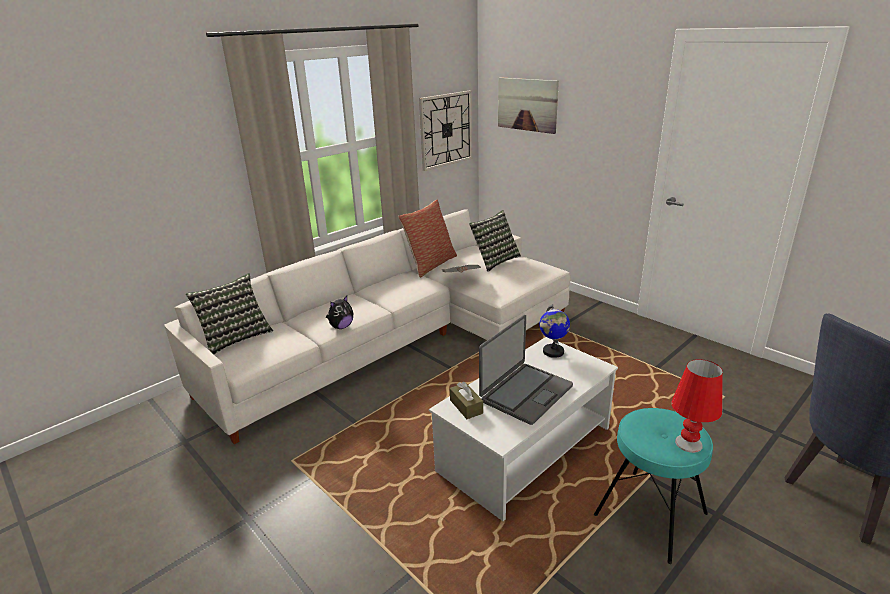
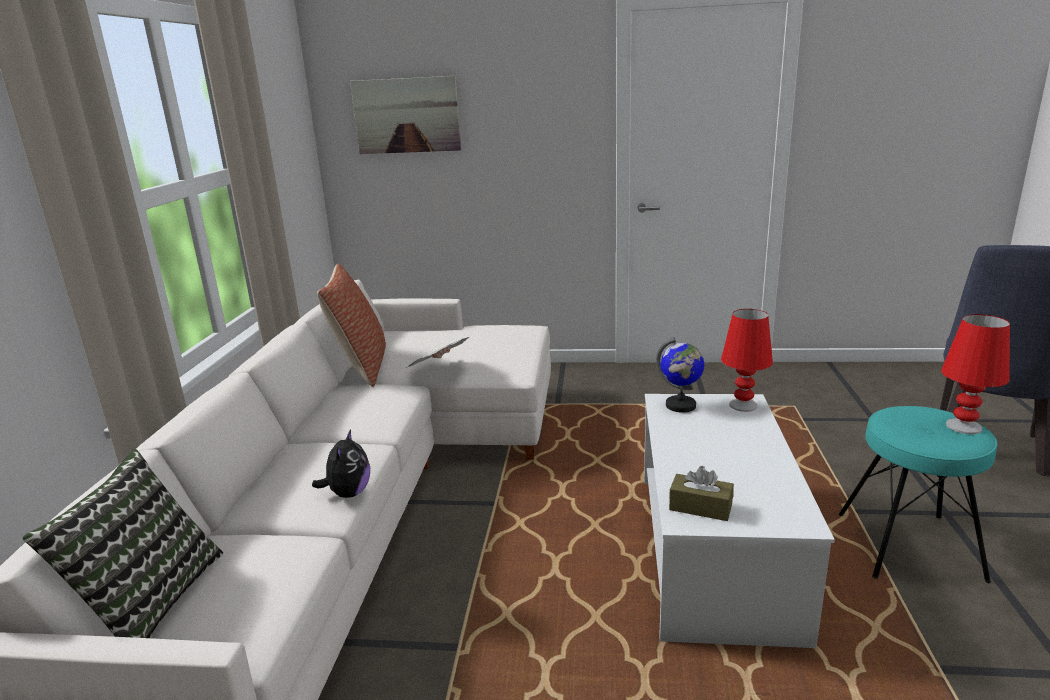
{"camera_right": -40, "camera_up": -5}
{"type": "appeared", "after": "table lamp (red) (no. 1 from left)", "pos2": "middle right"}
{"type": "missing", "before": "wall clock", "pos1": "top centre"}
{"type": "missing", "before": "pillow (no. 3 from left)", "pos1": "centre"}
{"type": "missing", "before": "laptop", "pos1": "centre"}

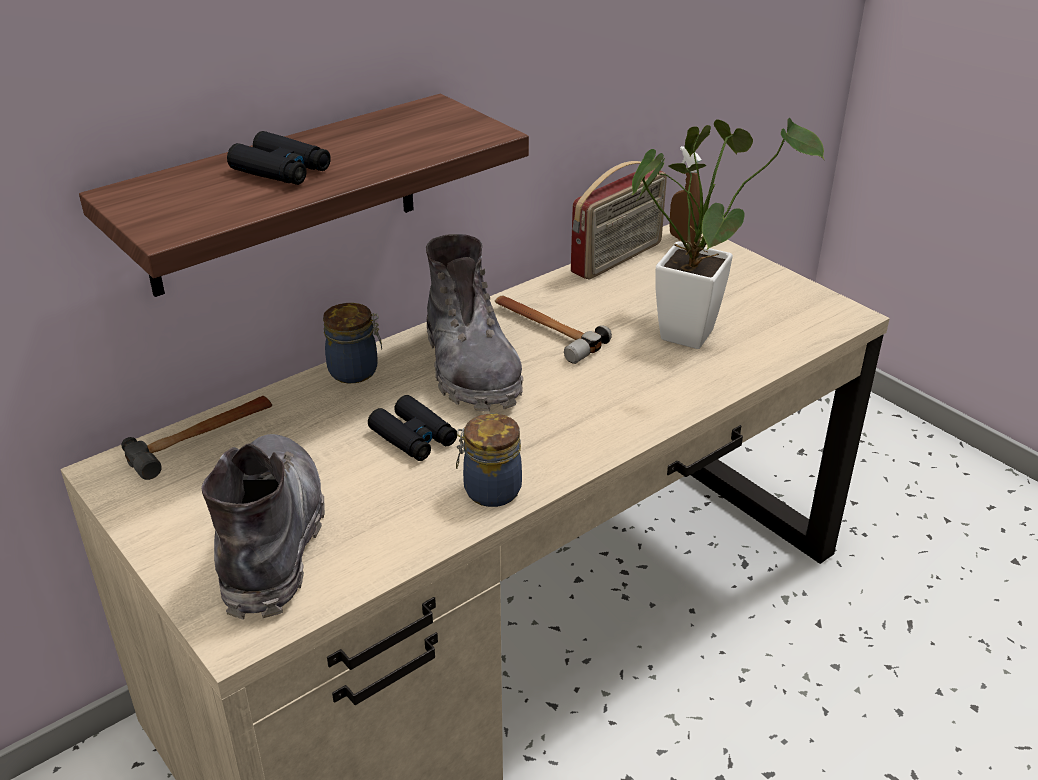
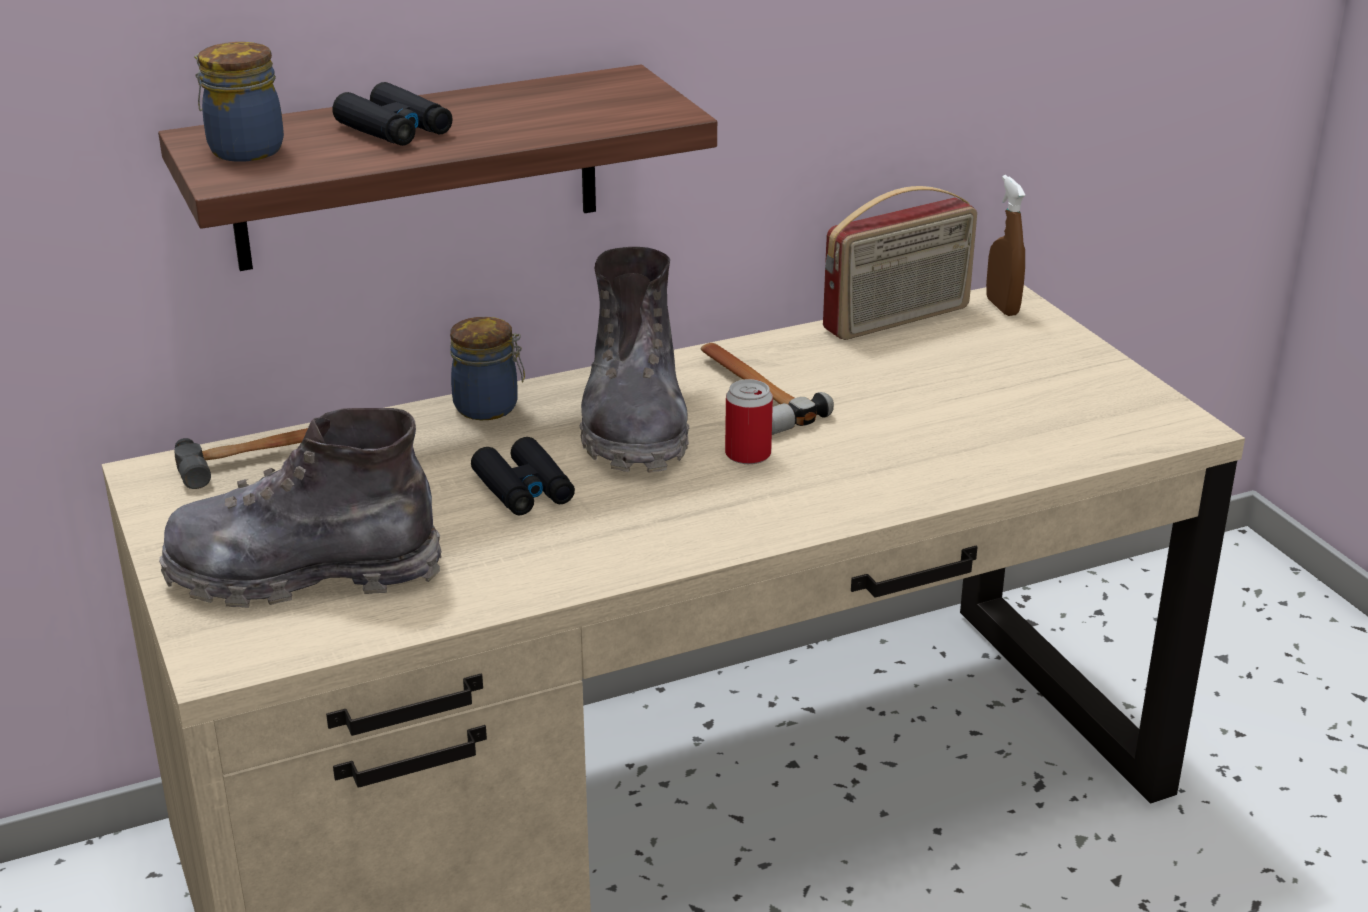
{"camera_right": 15, "camera_up": -5}
{"type": "spun", "before": "boot (grey) (no. 1 from left)", "pos1": "bottom left", "pos2": "middle left", "turn": -105}
{"type": "relocated", "before": "jar (no. 2 from left in the first image)", "after": "jar (no. 1 from left)", "pos1": "centre", "pos2": "top left"}
{"type": "appeared", "after": "can", "pos2": "centre"}
{"type": "missing", "before": "potted plant", "pos1": "top right"}

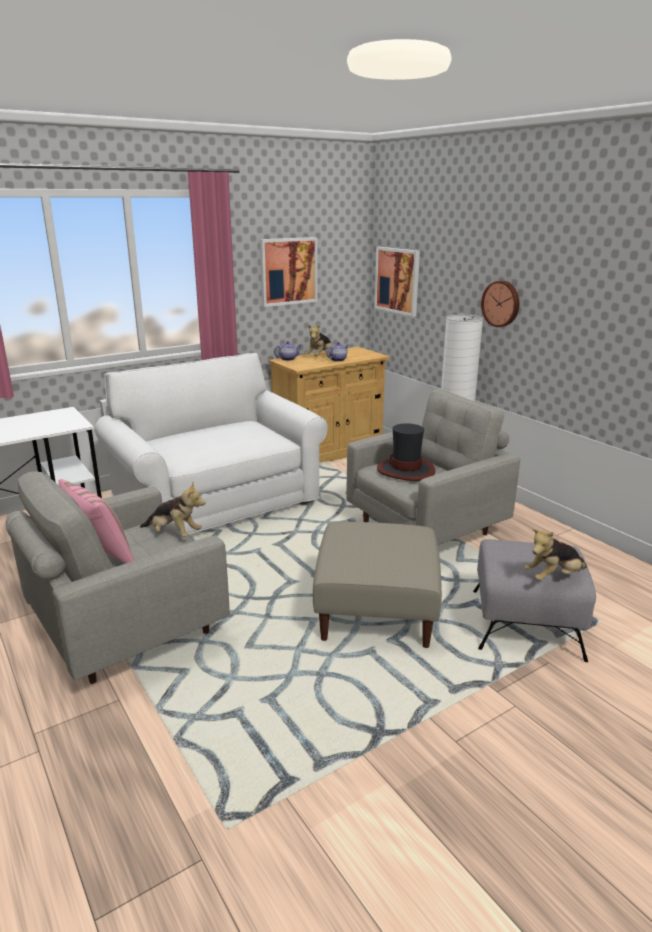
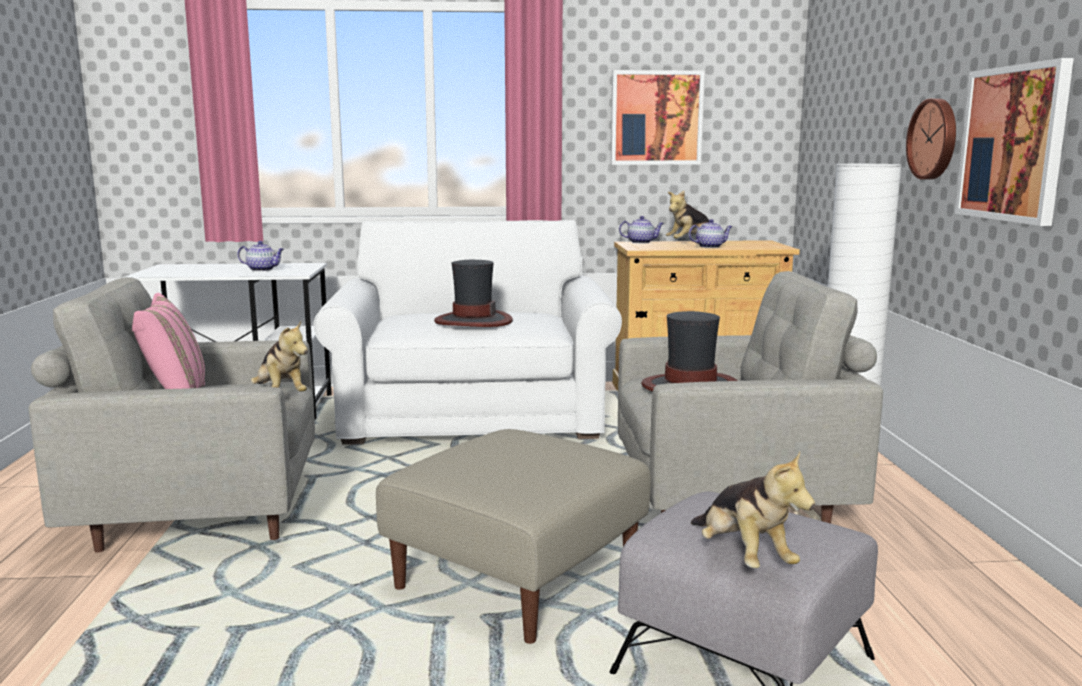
{"camera_right": 30, "camera_up": -10}
{"type": "appeared", "after": "teapot (no. 1 from left)", "pos2": "middle left"}
{"type": "appeared", "after": "hat (no. 1 from left)", "pos2": "centre"}
{"type": "spun", "before": "plush toy (no. 3 from left)", "pos1": "middle right", "pos2": "bottom right", "turn": -120}
{"type": "relocated", "before": "picture (no. 2 from left)", "pos1": "top centre", "pos2": "top right"}

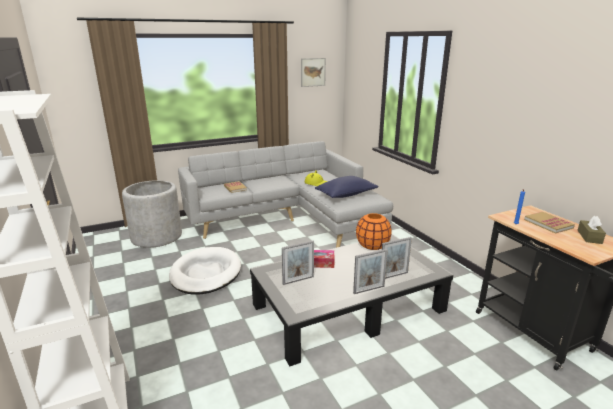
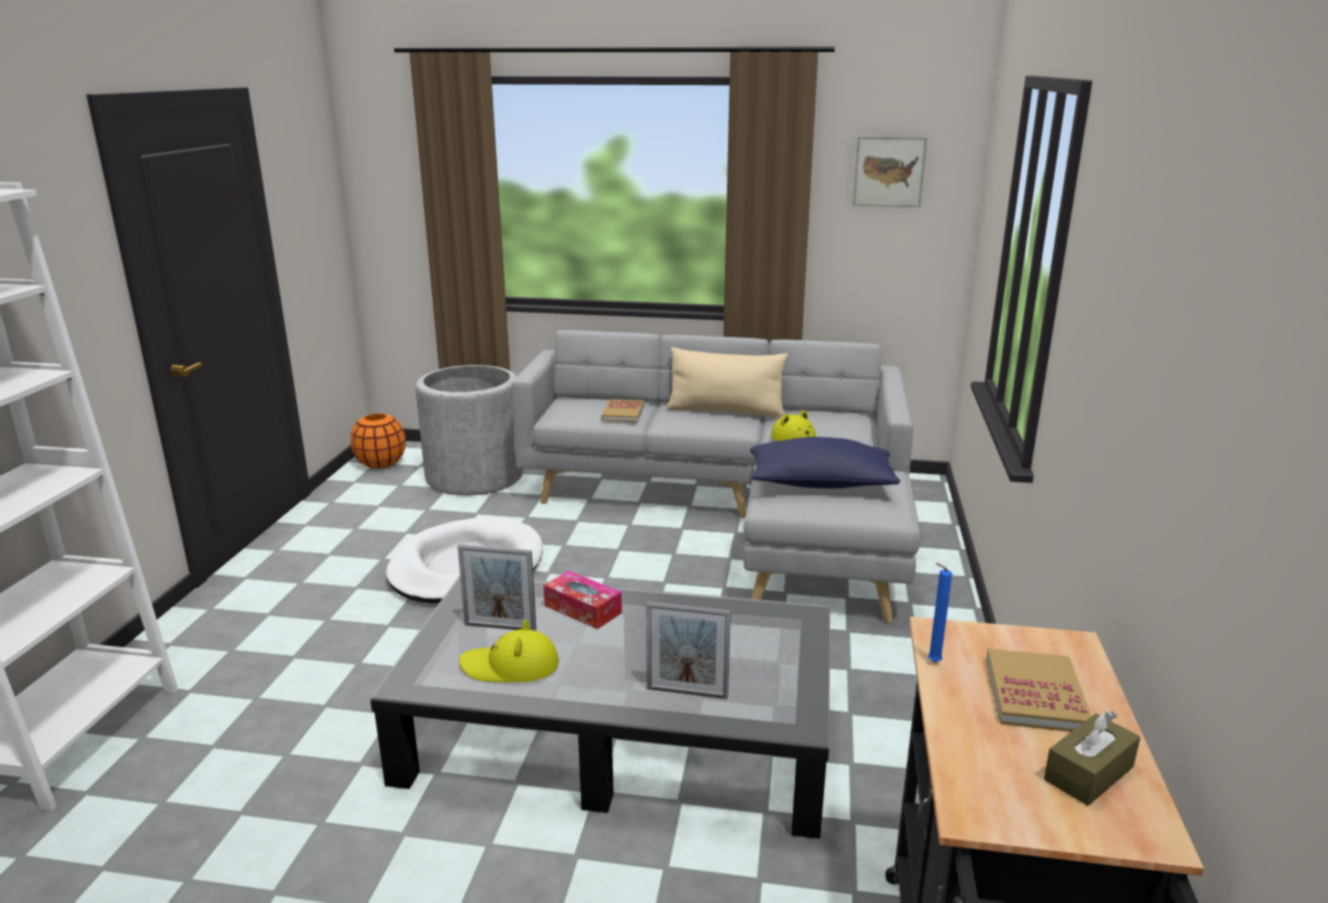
{"camera_right": 35, "camera_up": 0}
{"type": "relocated", "before": "vase (orange)", "pos1": "centre", "pos2": "middle left"}
{"type": "appeared", "after": "hat (yellow) (no. 1 from left)", "pos2": "bottom centre"}
{"type": "appeared", "after": "pillow (beige)", "pos2": "centre"}
{"type": "missing", "before": "picture frame (no. 2 from left)", "pos1": "centre"}

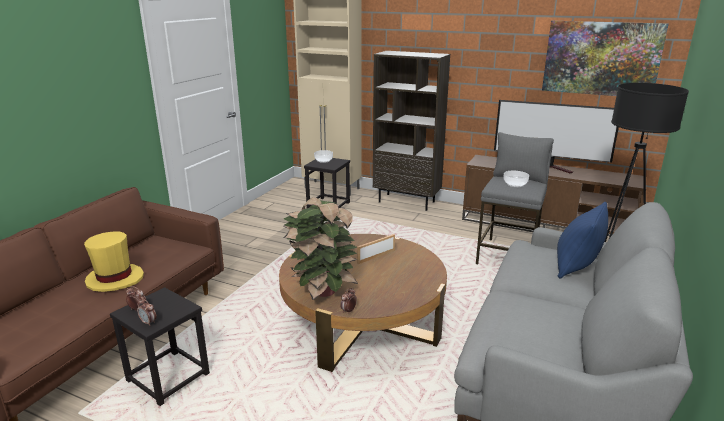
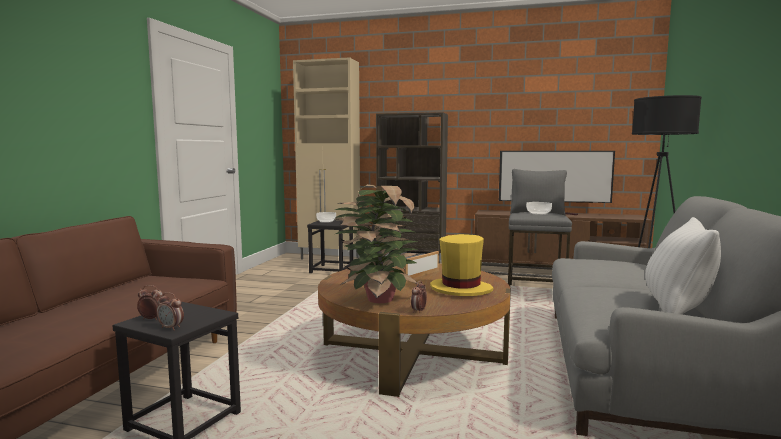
{"camera_right": -10, "camera_up": -15}
{"type": "relocated", "before": "hat (yellow)", "pos1": "middle left", "pos2": "centre"}
{"type": "appeared", "after": "pillow (white)", "pos2": "middle right"}
{"type": "missing", "before": "picture", "pos1": "top right"}
{"type": "missing", "before": "pillow (blue)", "pos1": "middle right"}

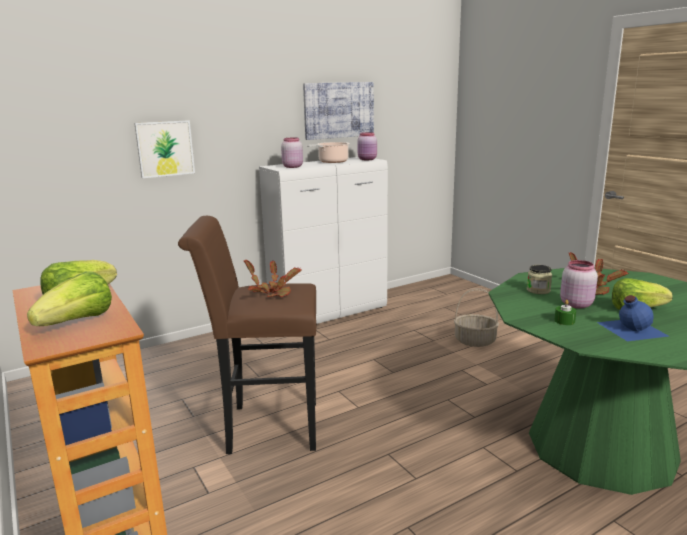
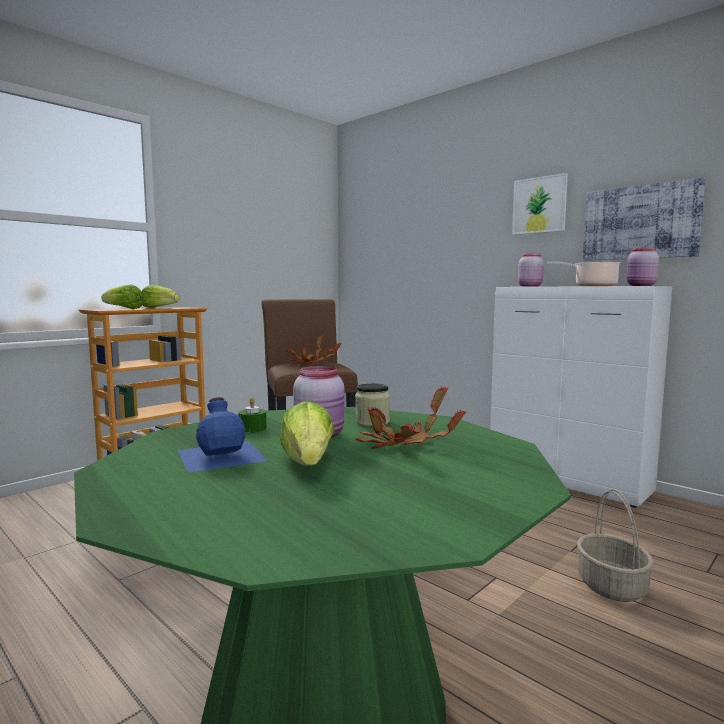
{"camera_right": 75, "camera_up": -10}
{"type": "relocated", "before": "picture (no. 1 from left)", "pos1": "top left", "pos2": "top right"}

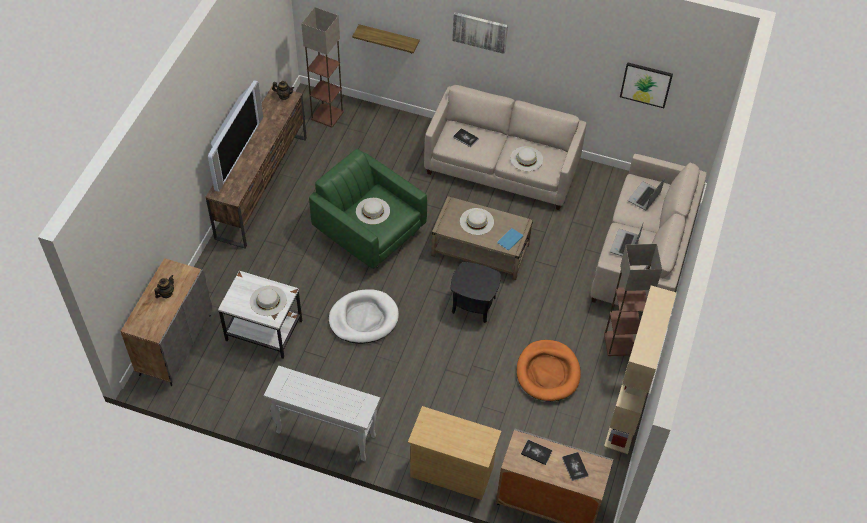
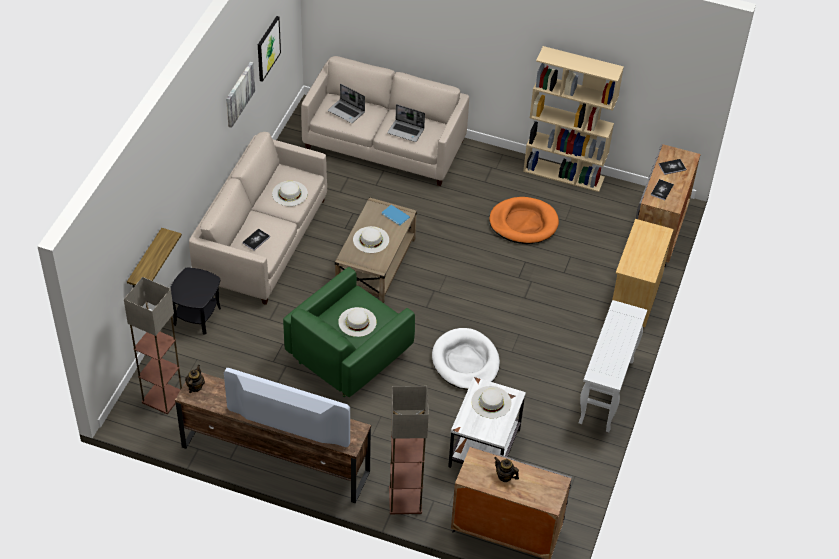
{"camera_right": -90, "camera_up": -5}
{"type": "relocated", "before": "side table (black)", "pos1": "centre", "pos2": "middle left"}
{"type": "relocated", "before": "picture (no. 1 from left)", "pos1": "top centre", "pos2": "top left"}
{"type": "relocated", "before": "floor lamp (no. 2 from left)", "pos1": "middle right", "pos2": "bottom centre"}

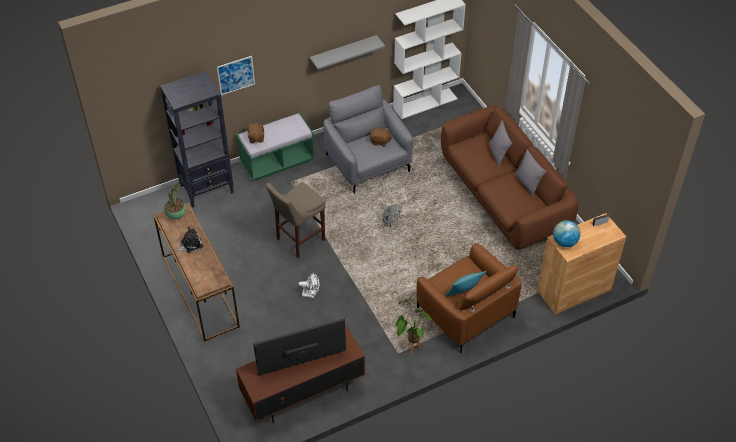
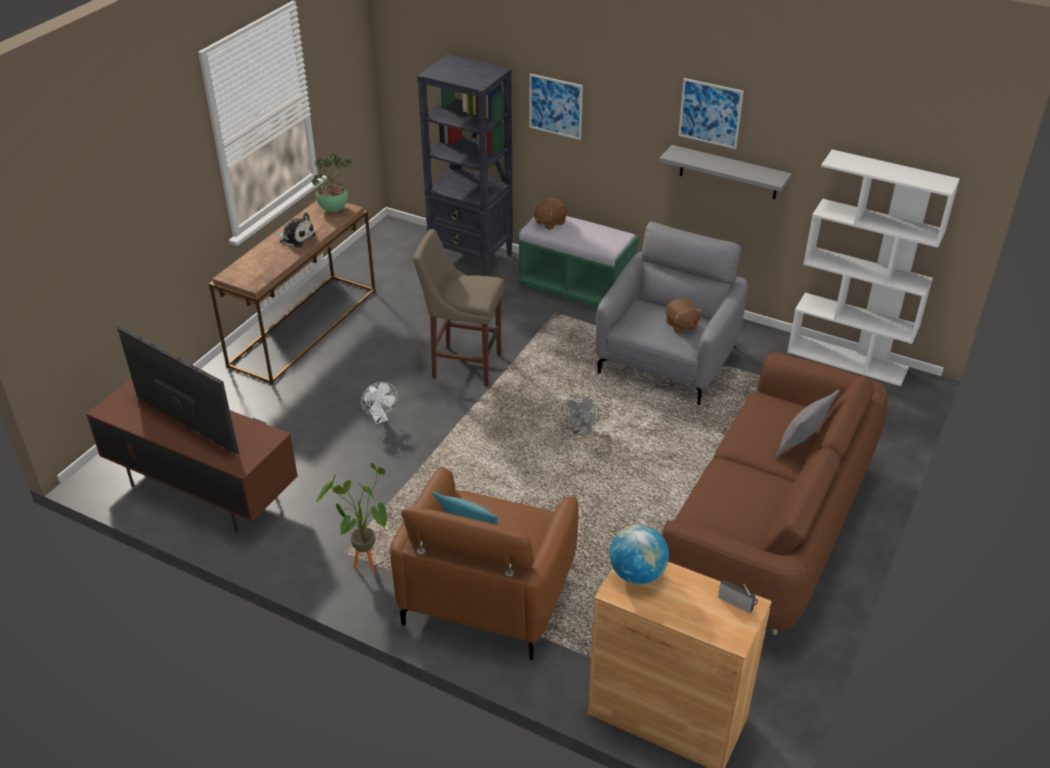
{"camera_right": 55, "camera_up": -10}
{"type": "appeared", "after": "picture (no. 2 from left)", "pos2": "top right"}
{"type": "missing", "before": "pillow (grey) (no. 2 from left)", "pos1": "middle right"}

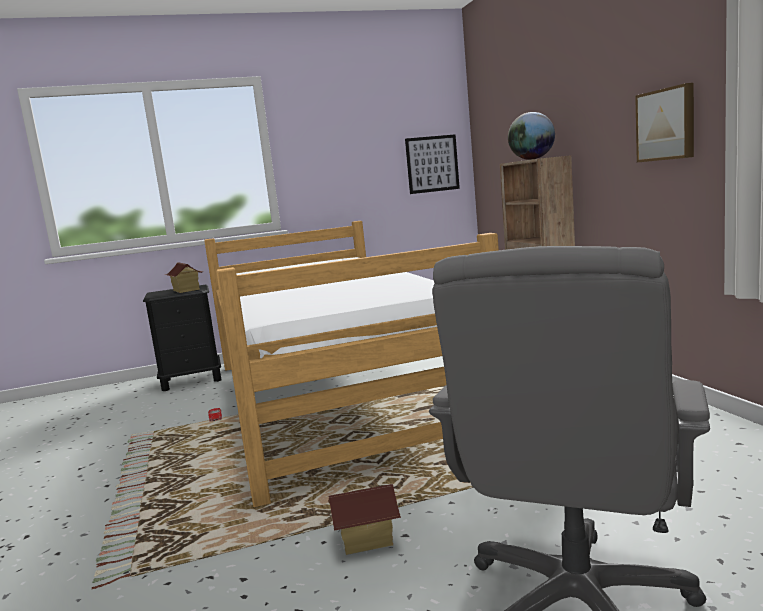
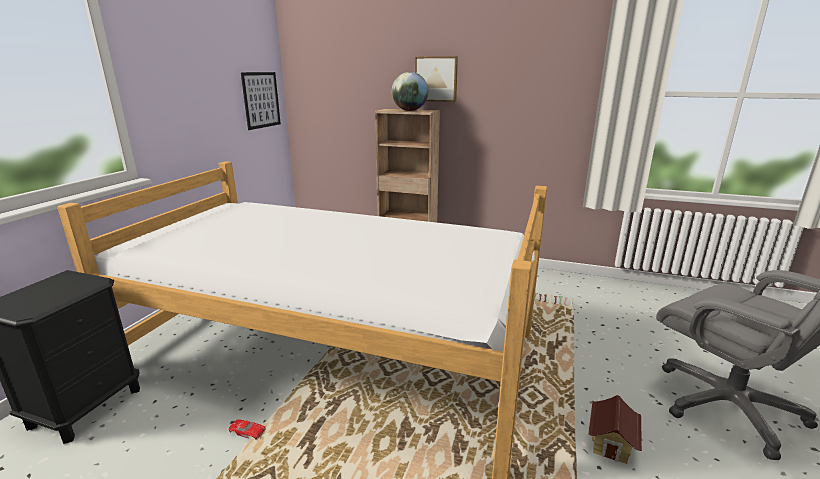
{"camera_right": -55, "camera_up": 10}
{"type": "relocated", "before": "picture (no. 2 from left)", "pos1": "top right", "pos2": "top centre"}
{"type": "missing", "before": "toy house (no. 1 from left)", "pos1": "middle left"}

